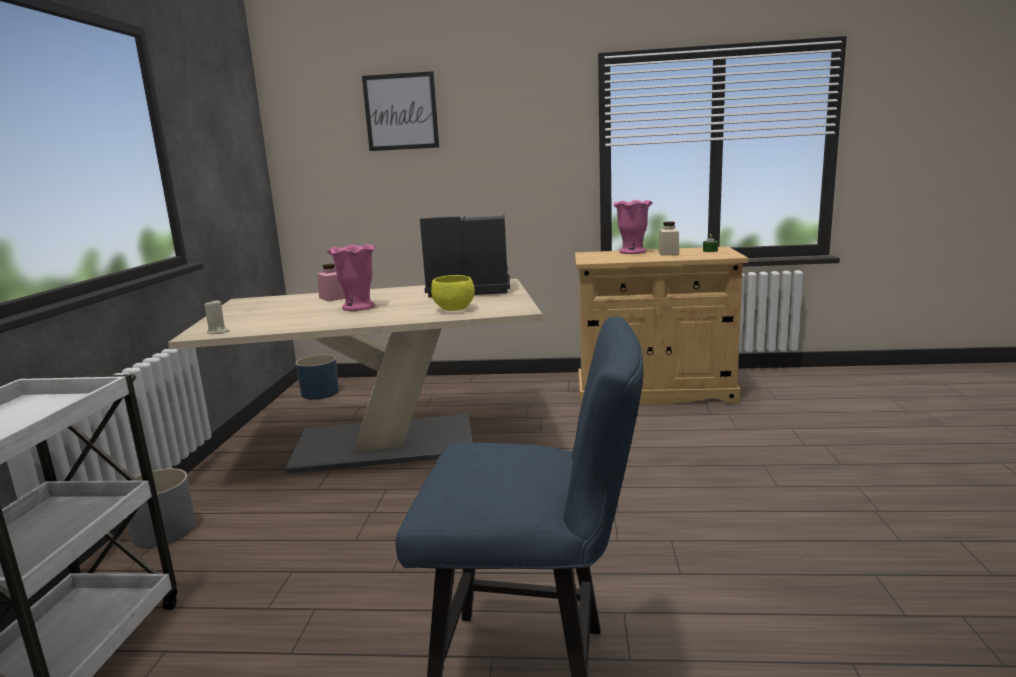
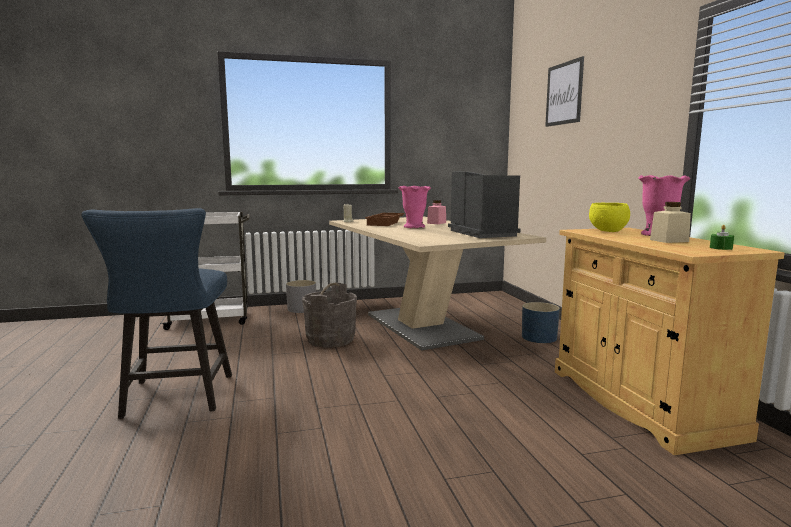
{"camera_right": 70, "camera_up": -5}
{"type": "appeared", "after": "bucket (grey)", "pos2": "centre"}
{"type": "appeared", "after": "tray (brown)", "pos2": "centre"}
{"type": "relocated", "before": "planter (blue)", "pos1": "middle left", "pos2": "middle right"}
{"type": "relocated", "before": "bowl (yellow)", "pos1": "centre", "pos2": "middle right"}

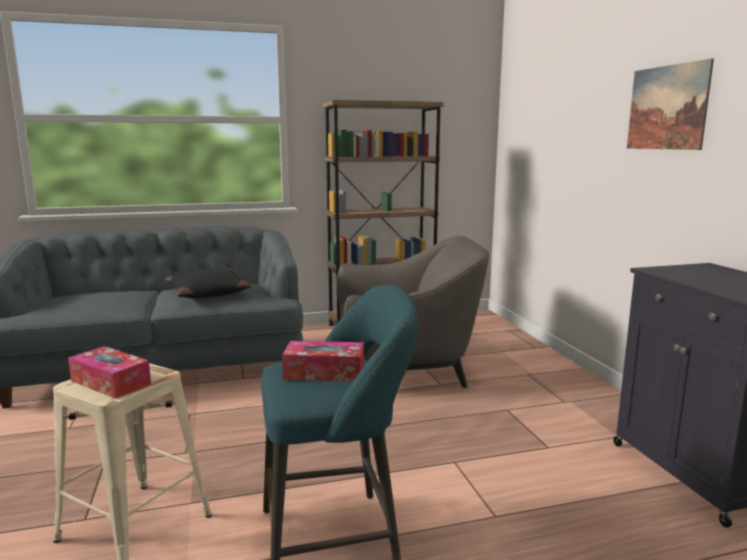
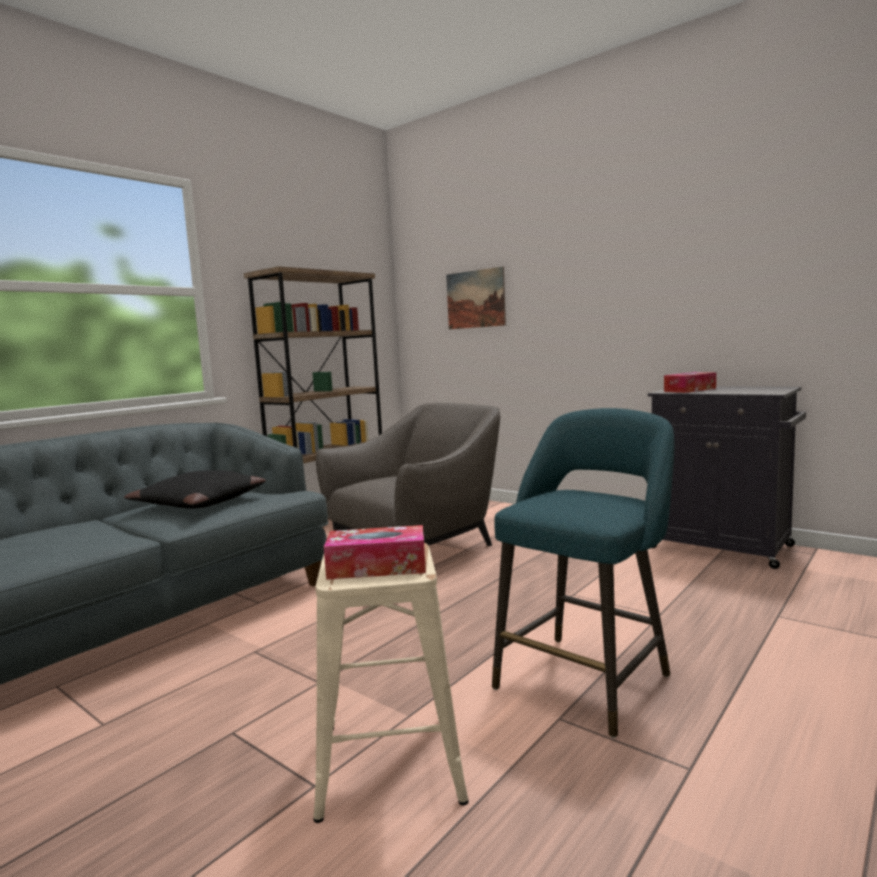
{"camera_right": -35, "camera_up": -5}
{"type": "relocated", "before": "picture", "pos1": "top right", "pos2": "centre"}
{"type": "relocated", "before": "tissue box (no. 2 from left)", "pos1": "centre", "pos2": "middle right"}

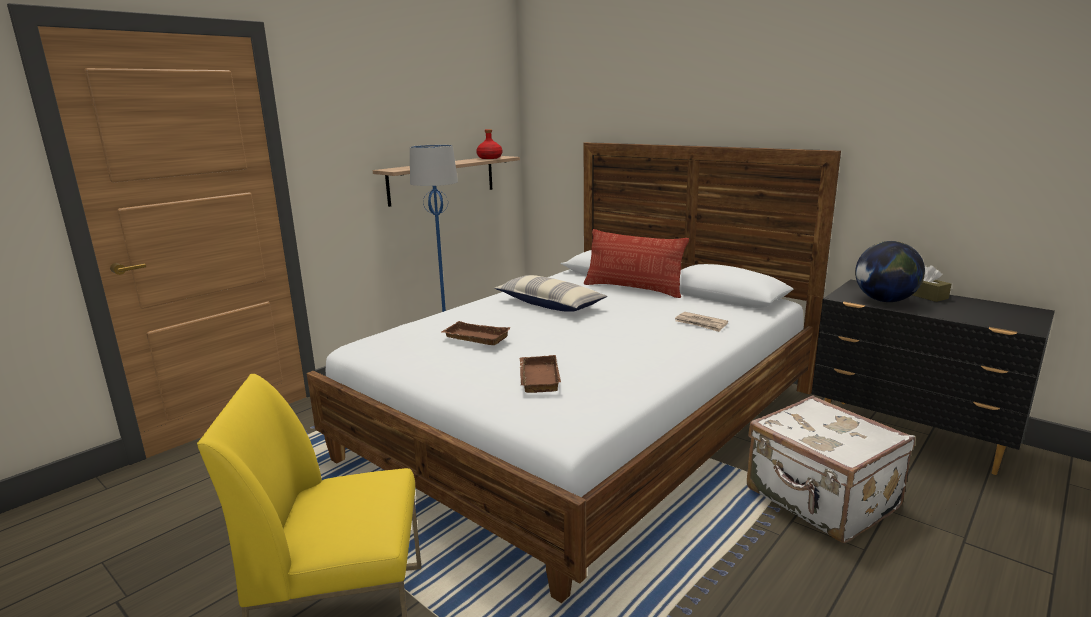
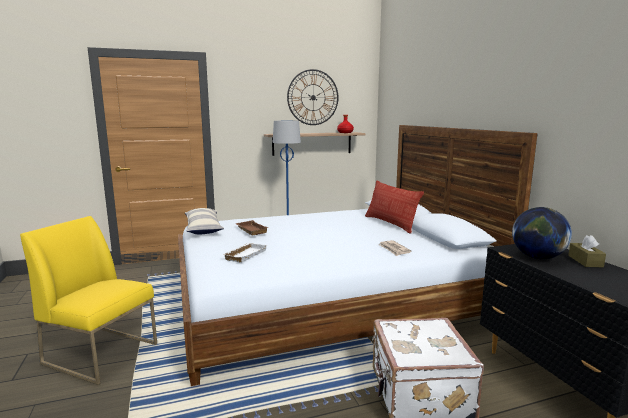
{"camera_right": 30, "camera_up": -5}
{"type": "relocated", "before": "pillow (no. 1 from left)", "pos1": "centre", "pos2": "middle left"}
{"type": "colour", "before": "tray (brown) (no. 2 from left)", "after": "tray (white)", "pos1": "centre", "pos2": "centre"}
{"type": "appeared", "after": "wall clock", "pos2": "top centre"}

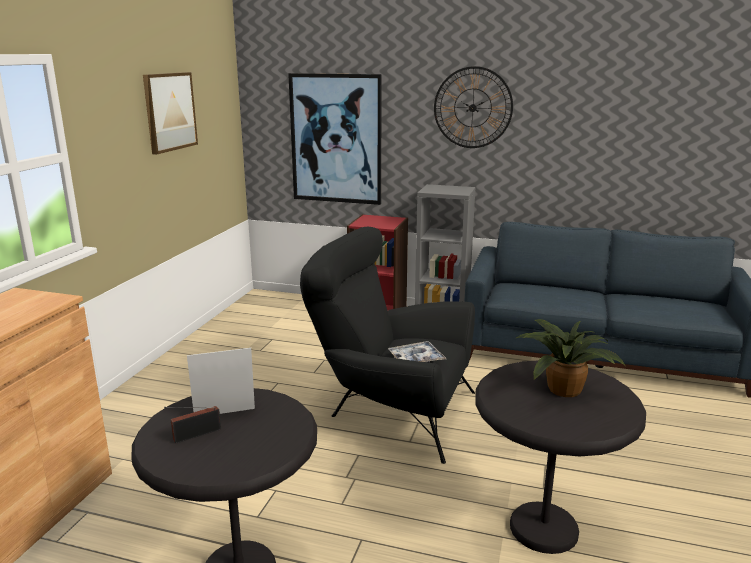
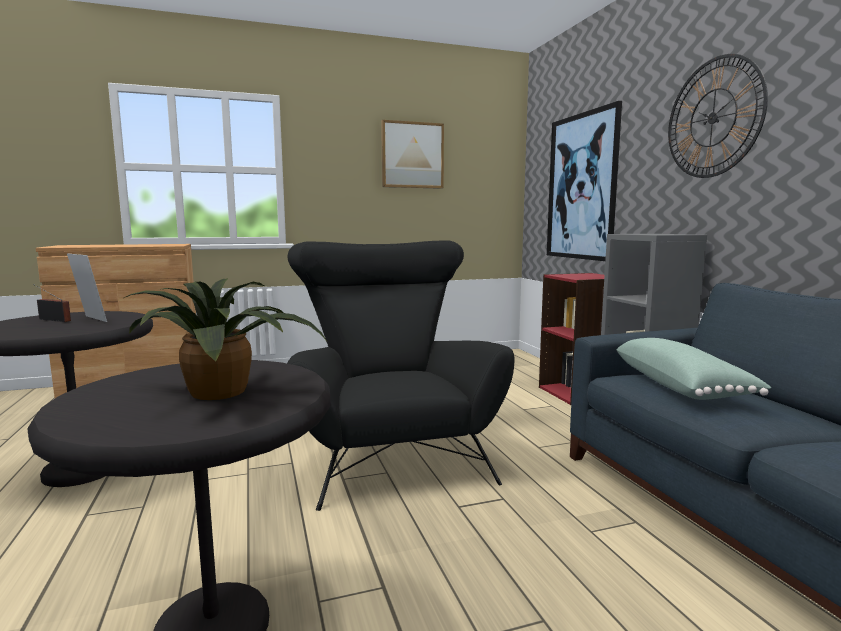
{"camera_right": 55, "camera_up": -10}
{"type": "appeared", "after": "pillow (green)", "pos2": "middle right"}
{"type": "missing", "before": "tray", "pos1": "centre"}

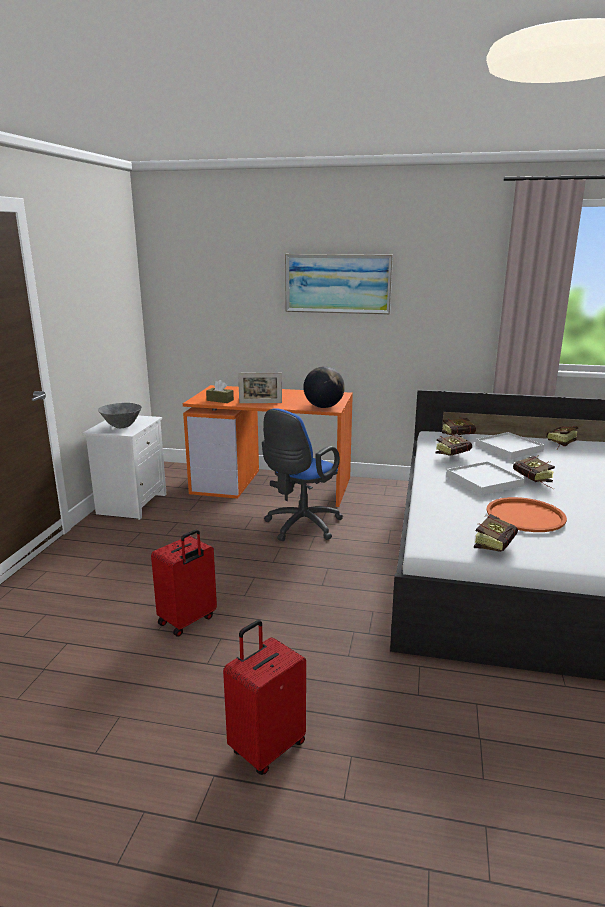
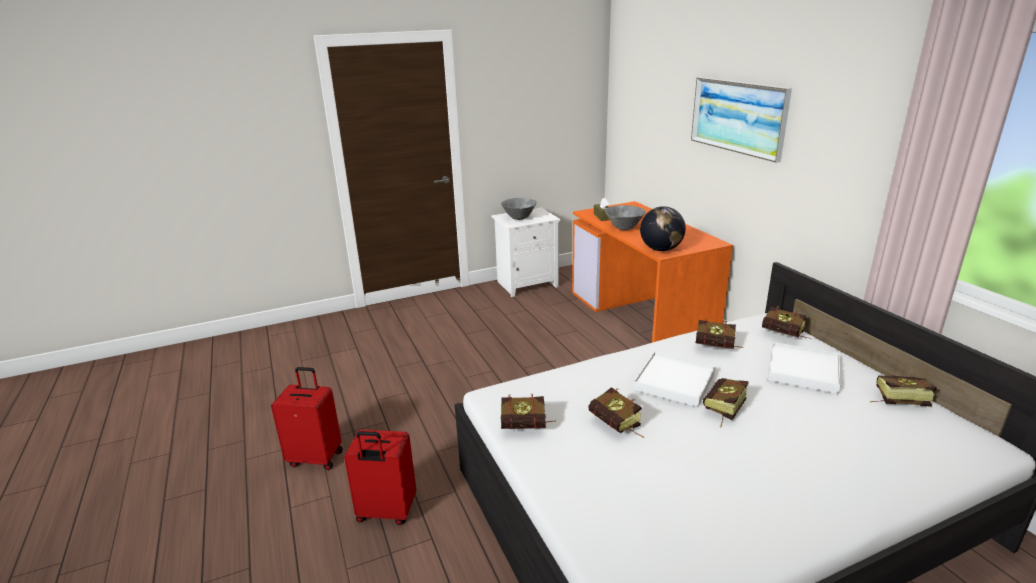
{"camera_right": 55, "camera_up": 5}
{"type": "relocated", "before": "suitcase (red) (no. 1 from left in the first image)", "after": "suitcase (red) (no. 2 from left)", "pos1": "middle left", "pos2": "bottom centre"}
{"type": "exchanged", "before": "tray (orange)", "after": "book (no. 2 from left)", "pos1": "middle right", "pos2": "bottom centre"}
{"type": "exchanged", "before": "picture frame", "after": "bowl (grey) (no. 2 from left)", "pos1": "centre", "pos2": "centre"}
{"type": "missing", "before": "office chair (blue)", "pos1": "centre"}

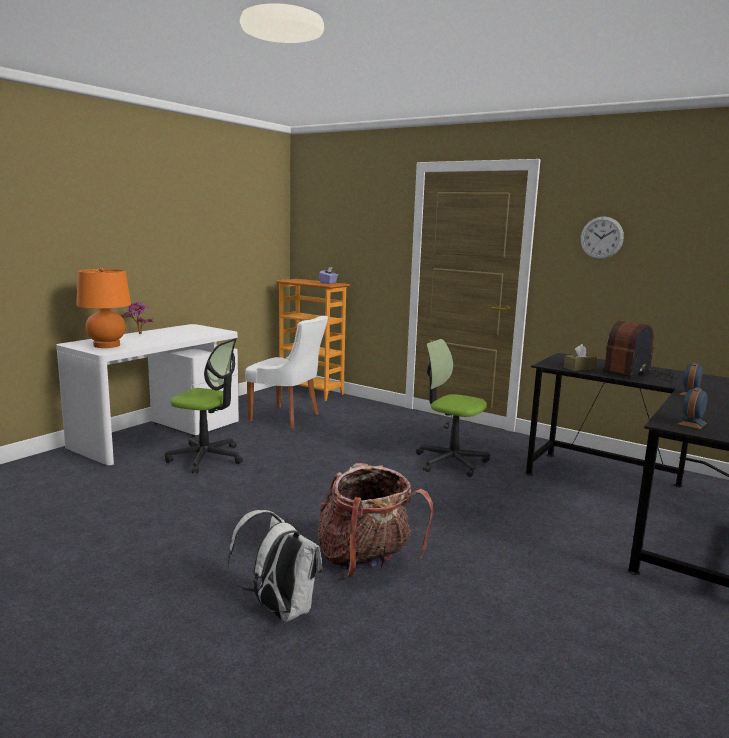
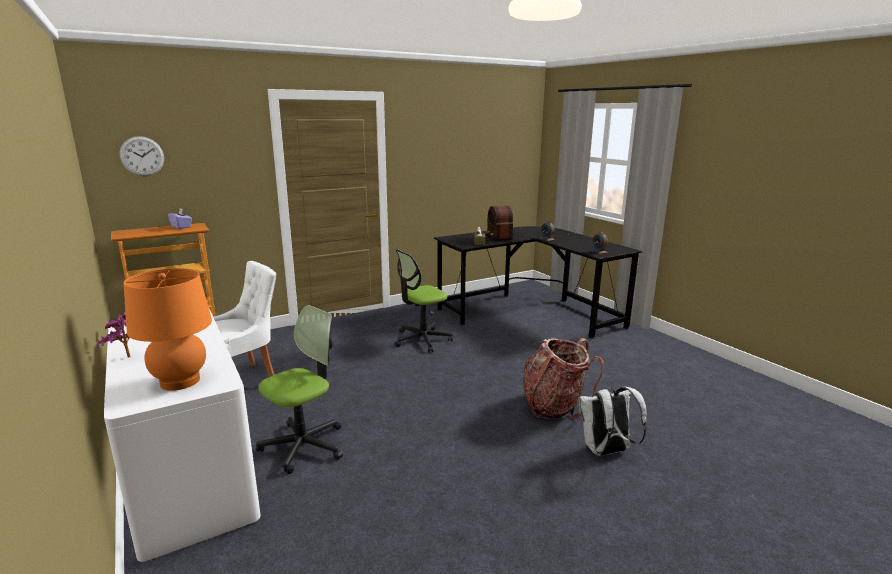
{"camera_right": -65, "camera_up": 5}
{"type": "relocated", "before": "wall clock", "pos1": "top right", "pos2": "top left"}

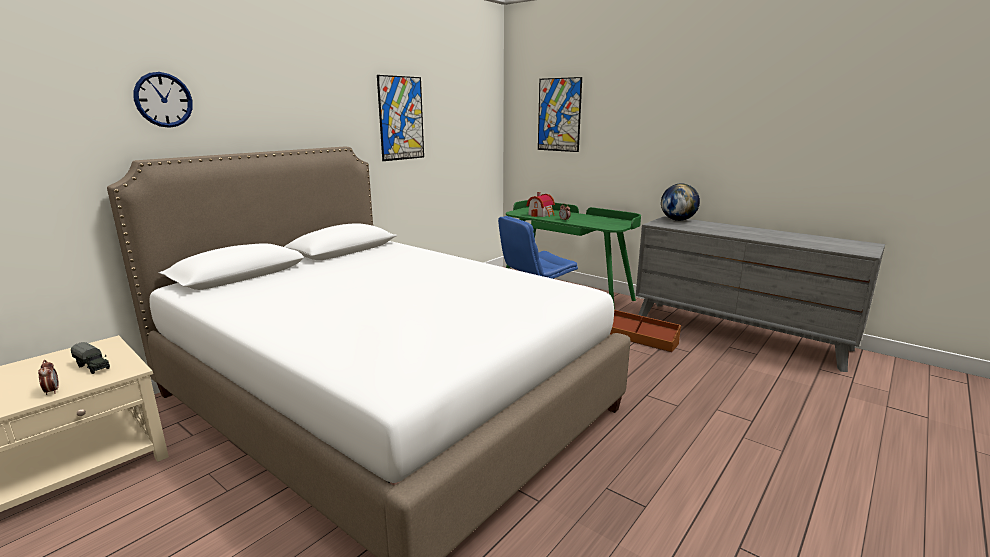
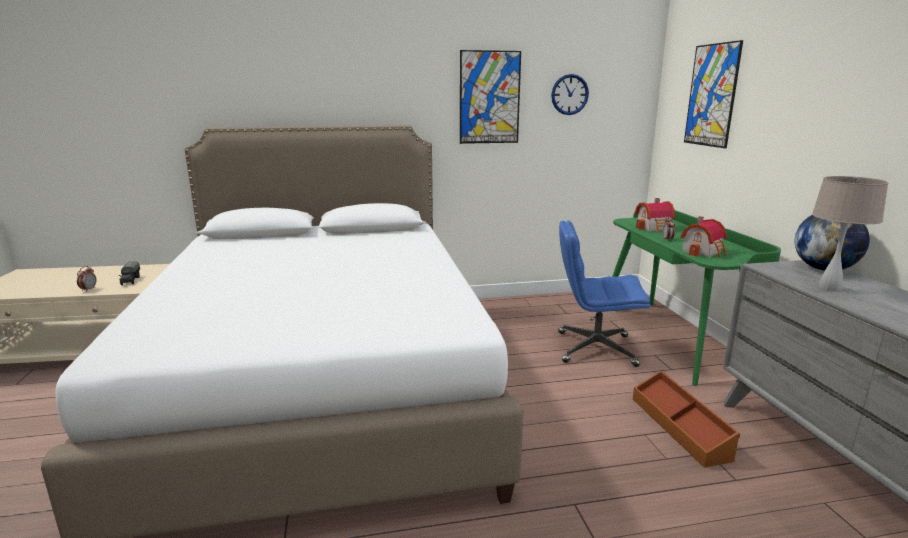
{"camera_right": 40, "camera_up": 0}
{"type": "relocated", "before": "wall clock", "pos1": "top left", "pos2": "top centre"}
{"type": "appeared", "after": "toy house (no. 2 from left)", "pos2": "middle right"}
{"type": "appeared", "after": "table lamp (beige)", "pos2": "middle right"}

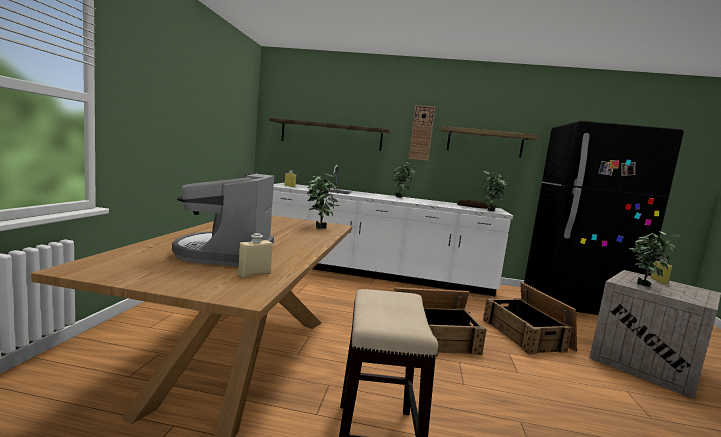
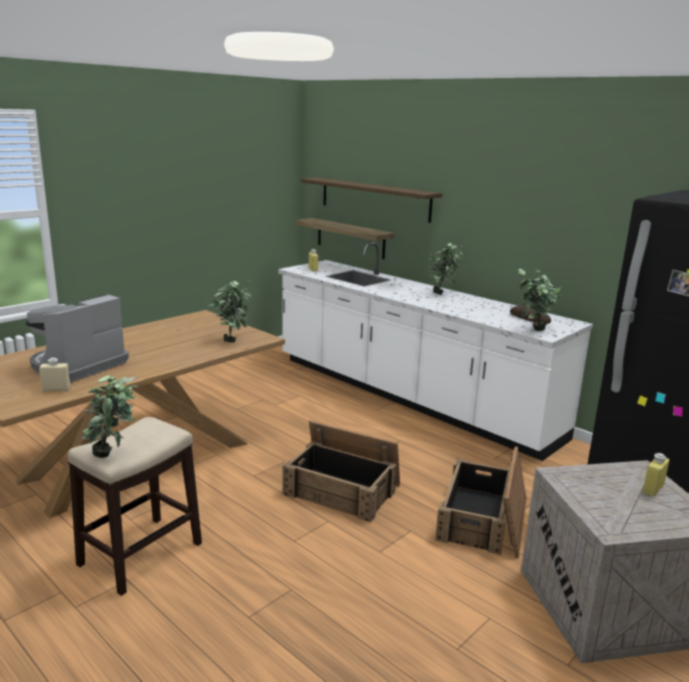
{"camera_right": 35, "camera_up": 10}
{"type": "relocated", "before": "potted plant (no. 4 from left in the first image)", "after": "potted plant (no. 1 from left)", "pos1": "middle right", "pos2": "middle left"}
{"type": "relocated", "before": "shelf (no. 2 from left in the first image)", "after": "shelf (no. 1 from left)", "pos1": "top right", "pos2": "centre"}
{"type": "missing", "before": "wall clock", "pos1": "top centre"}

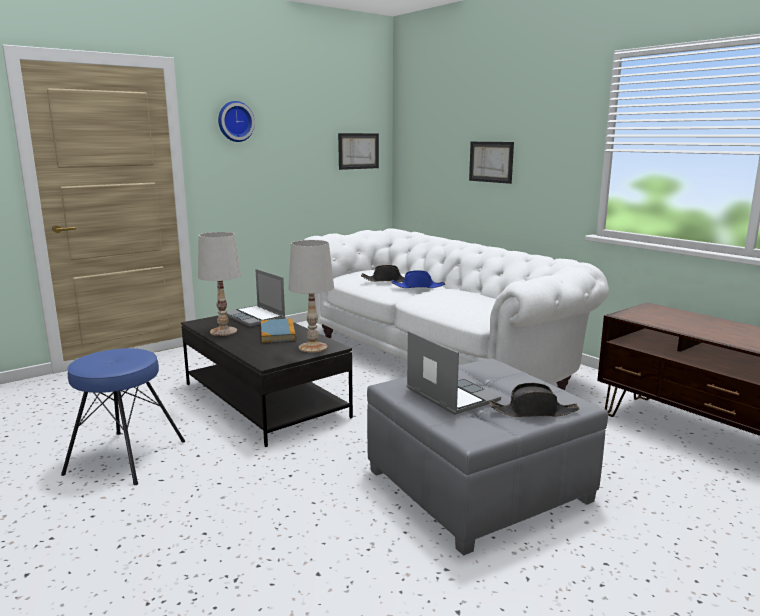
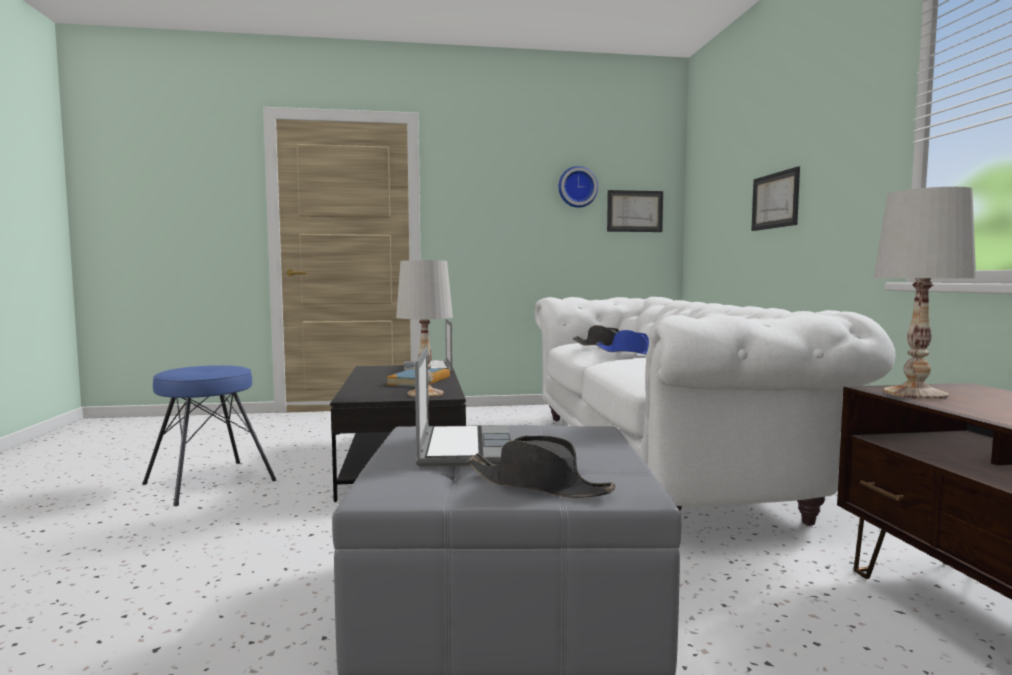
{"camera_right": 30, "camera_up": -10}
{"type": "relocated", "before": "wall clock", "pos1": "top left", "pos2": "top centre"}
{"type": "relocated", "before": "table lamp (white) (no. 1 from left in the first image)", "after": "table lamp (white) (no. 2 from left)", "pos1": "middle left", "pos2": "middle right"}

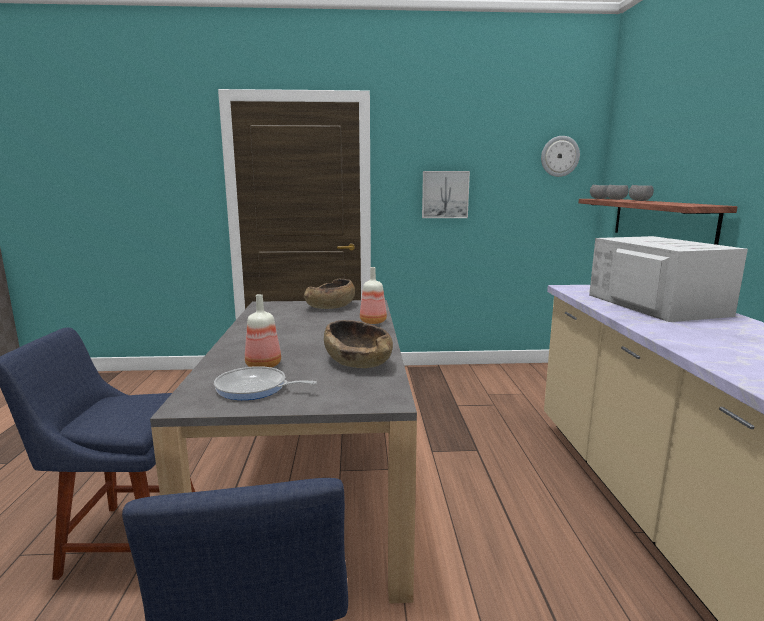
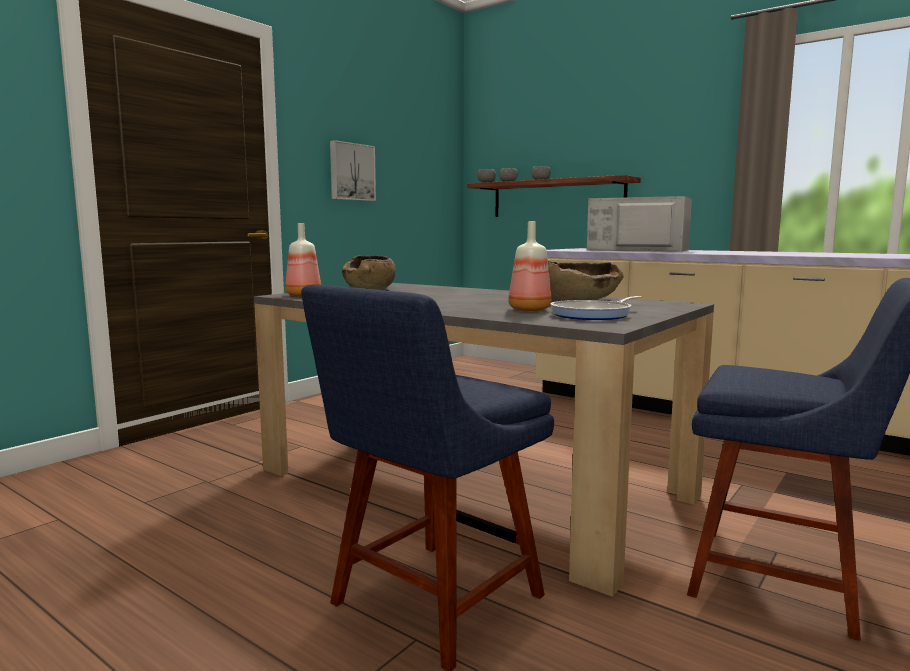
{"camera_right": -50, "camera_up": -5}
{"type": "relocated", "before": "bottle (no. 2 from left in the first image)", "after": "bottle (no. 1 from left)", "pos1": "centre", "pos2": "middle left"}
{"type": "missing", "before": "wall clock", "pos1": "top right"}

